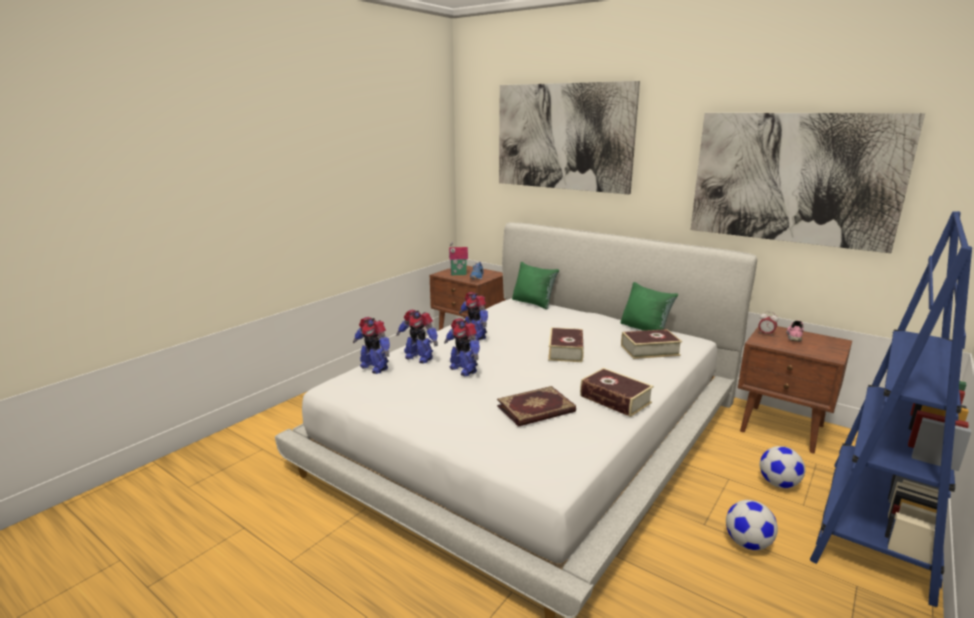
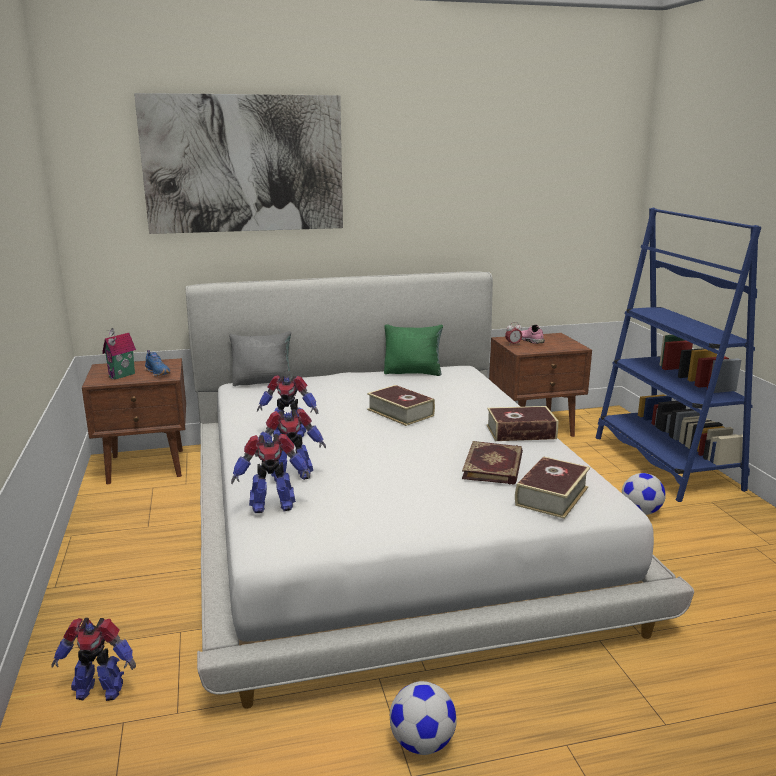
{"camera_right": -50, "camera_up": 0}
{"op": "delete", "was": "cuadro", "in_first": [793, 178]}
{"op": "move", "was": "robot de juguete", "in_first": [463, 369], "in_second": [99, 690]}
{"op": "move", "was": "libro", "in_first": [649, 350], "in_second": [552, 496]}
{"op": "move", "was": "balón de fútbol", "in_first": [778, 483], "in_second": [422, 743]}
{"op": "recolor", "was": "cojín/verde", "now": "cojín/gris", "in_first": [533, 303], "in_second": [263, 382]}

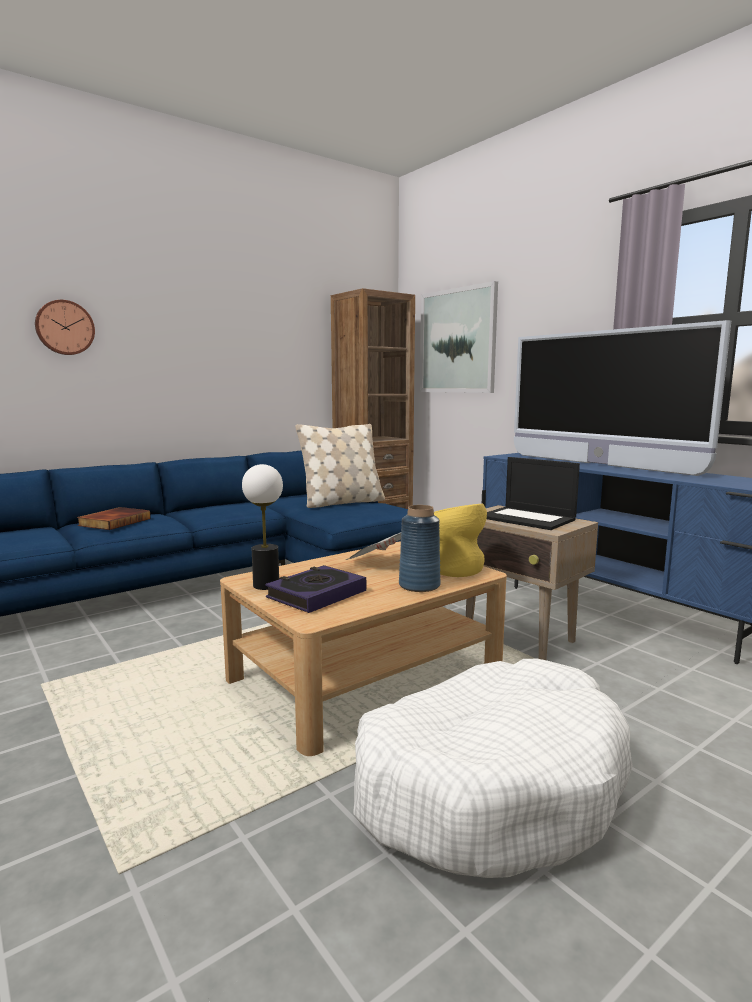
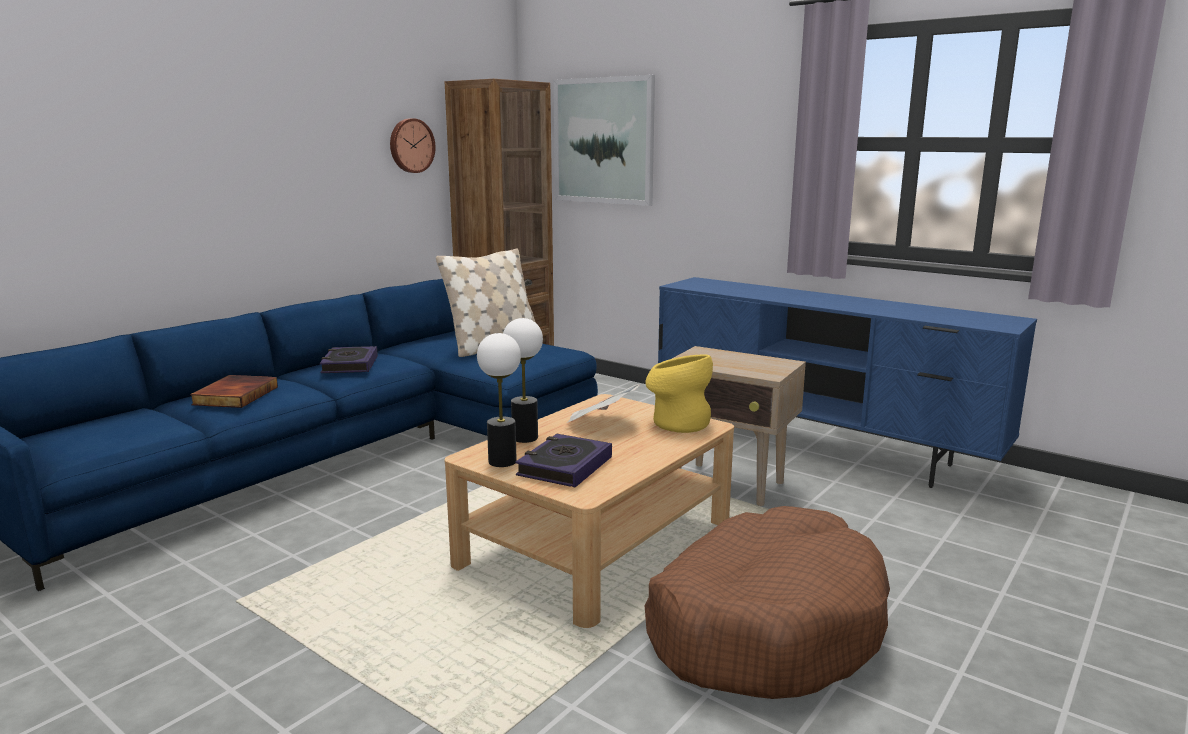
{"camera_right": -15, "camera_up": 5}
{"op": "delete", "was": "florero/azul", "in_first": [419, 585]}
{"op": "delete", "was": "portátil", "in_first": [528, 519]}
{"op": "delete", "was": "televisor", "in_first": [599, 464]}
{"op": "insert", "now": "libro", "in_second": [349, 365]}
{"op": "insert", "now": "lámpara de mesa", "in_second": [524, 438]}
{"op": "move", "was": "reloj de pared", "in_first": [64, 327], "in_second": [411, 145]}
{"op": "recolor", "was": "cama para perro/blanco", "now": "cama para perro/marrón", "in_first": [489, 785], "in_second": [764, 626]}

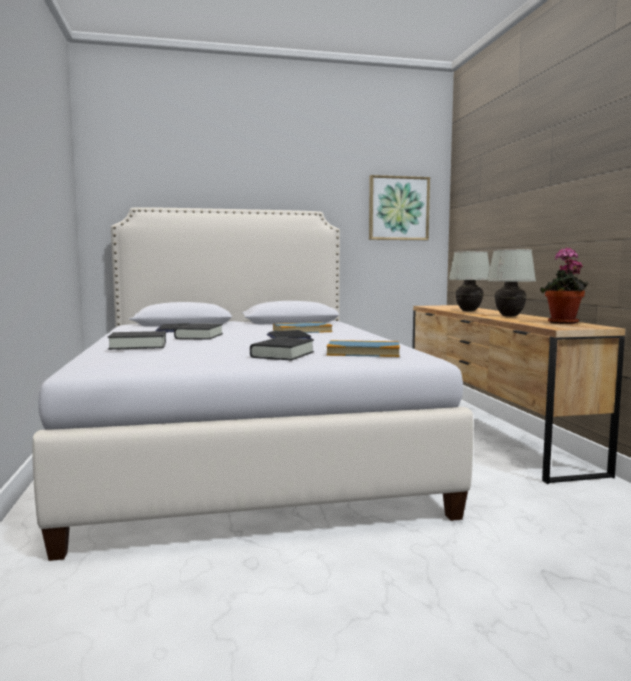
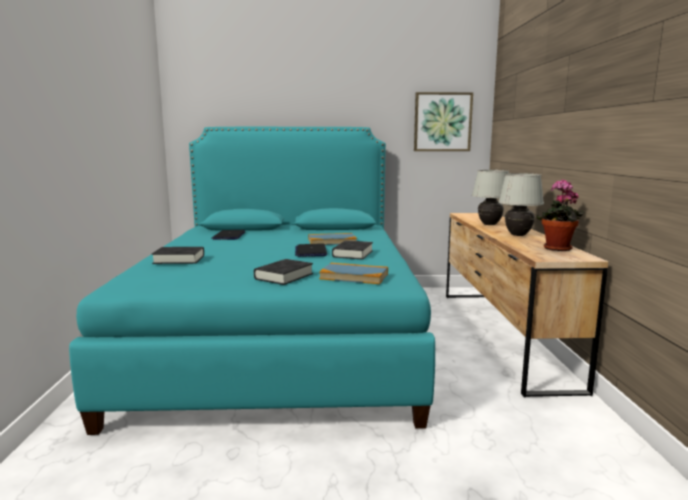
{"camera_right": 10, "camera_up": 5}
{"op": "move", "was": "libro/negro", "in_first": [199, 336], "in_second": [352, 254]}
{"op": "recolor", "was": "cama/blanco", "now": "cama/turquesa", "in_first": [244, 447], "in_second": [279, 338]}

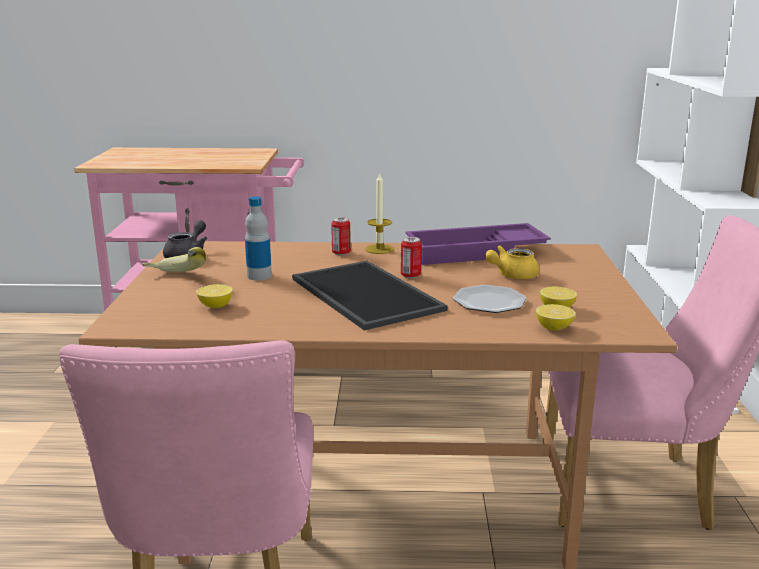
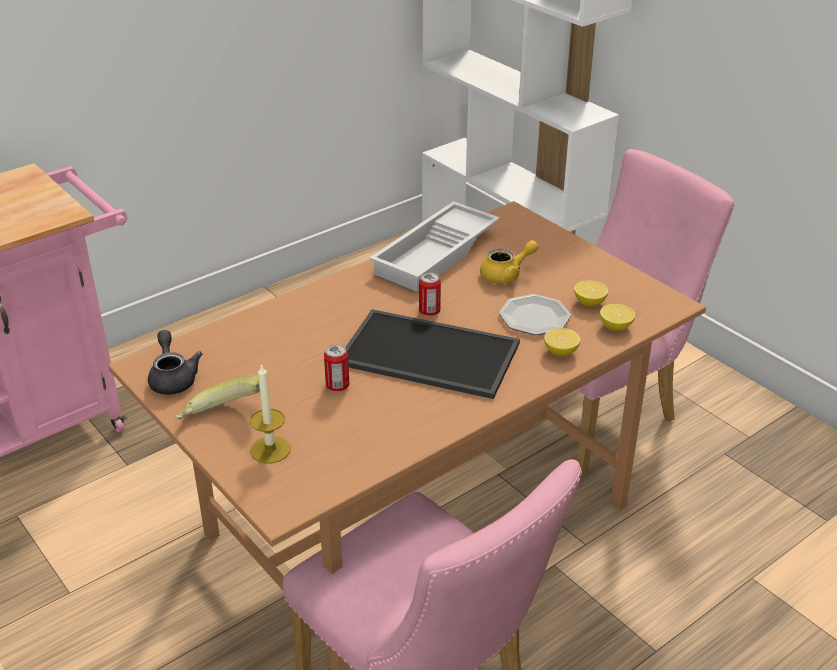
{"camera_right": -40, "camera_up": 15}
{"op": "delete", "was": "botella", "in_first": [259, 276]}
{"op": "move", "was": "limón", "in_first": [215, 306], "in_second": [560, 352]}
{"op": "move", "was": "lata", "in_first": [341, 253], "in_second": [337, 386]}
{"op": "move", "was": "vela", "in_first": [379, 249], "in_second": [270, 450]}
{"op": "recolor", "was": "bandeja/morado", "now": "bandeja/blanco", "in_first": [475, 253], "in_second": [437, 255]}
{"op": "rotate", "was": "tetera/amarillo", "in_first": [511, 276], "in_second": [506, 275], "clockwise": -135}

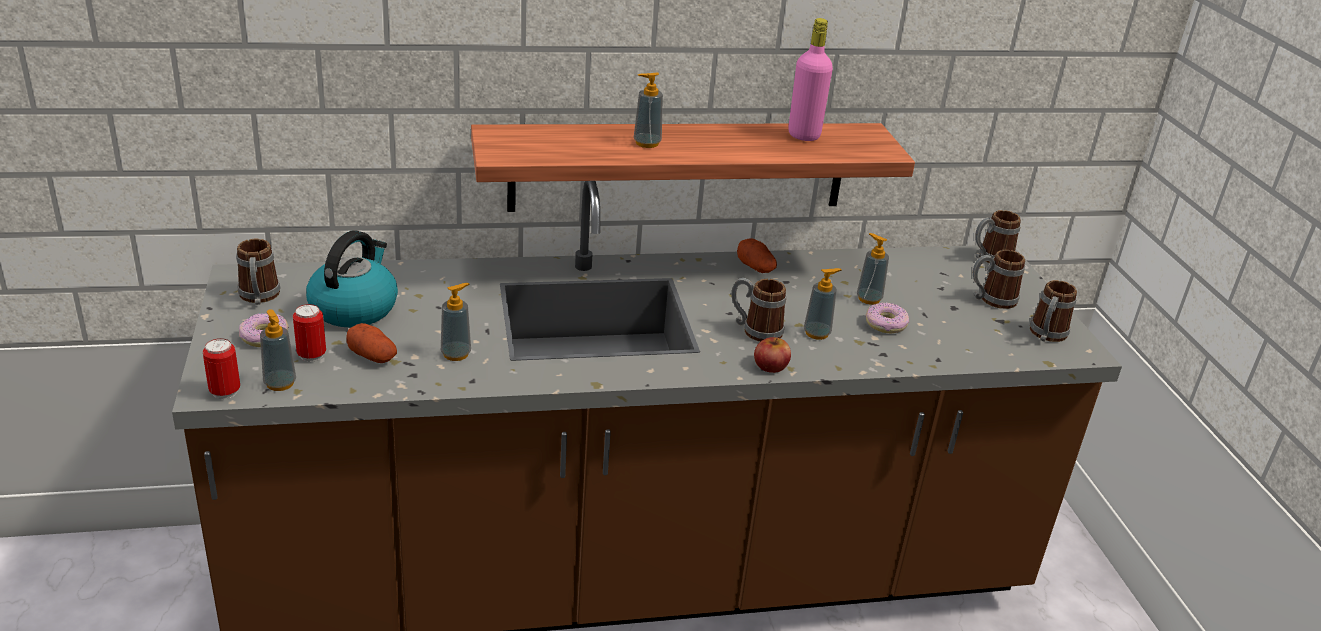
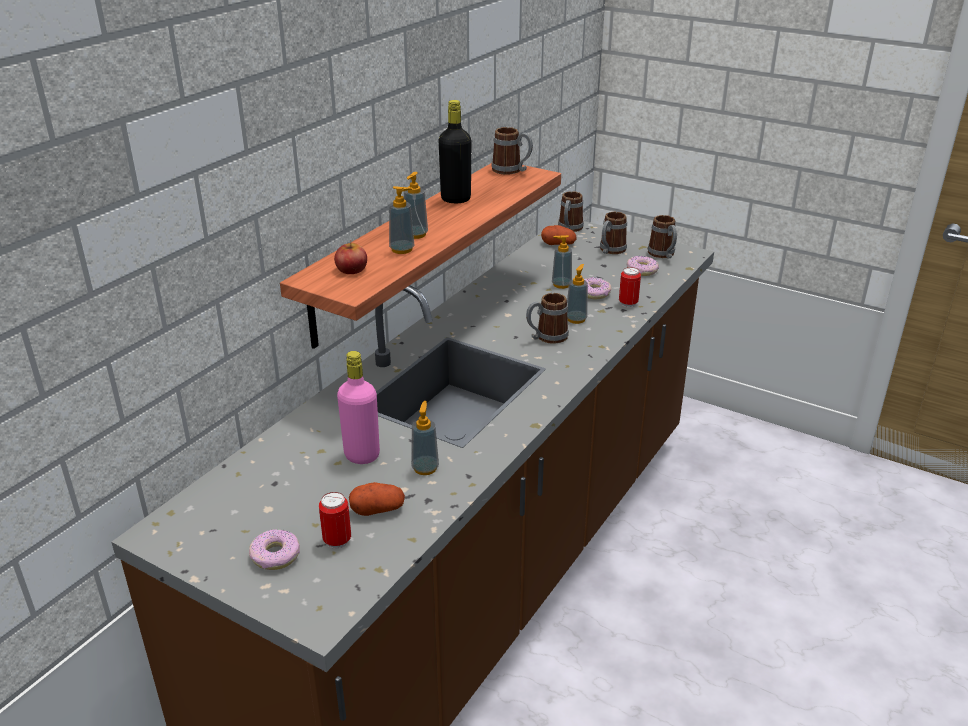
{"camera_right": -45, "camera_up": 0}
{"op": "delete", "was": "hervidor", "in_first": [354, 308]}
{"op": "insert", "now": "botella/negro", "in_second": [455, 199]}
{"op": "insert", "now": "rosquilla", "in_second": [642, 270]}
{"op": "move", "was": "lata", "in_first": [225, 392], "in_second": [628, 303]}
{"op": "move", "was": "taza grande", "in_first": [259, 297], "in_second": [512, 170]}
{"op": "move", "was": "dispensador de jabón", "in_first": [280, 383], "in_second": [402, 249]}
{"op": "move", "was": "patata", "in_first": [755, 267], "in_second": [558, 244]}
{"op": "move", "was": "manzana", "in_first": [770, 365], "in_second": [351, 269]}
{"op": "move", "was": "botella/rosa", "in_first": [804, 135], "in_second": [362, 455]}

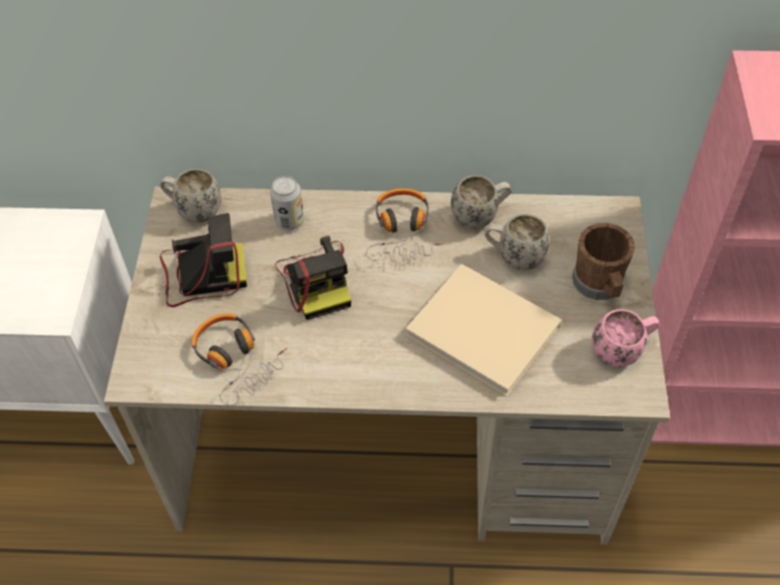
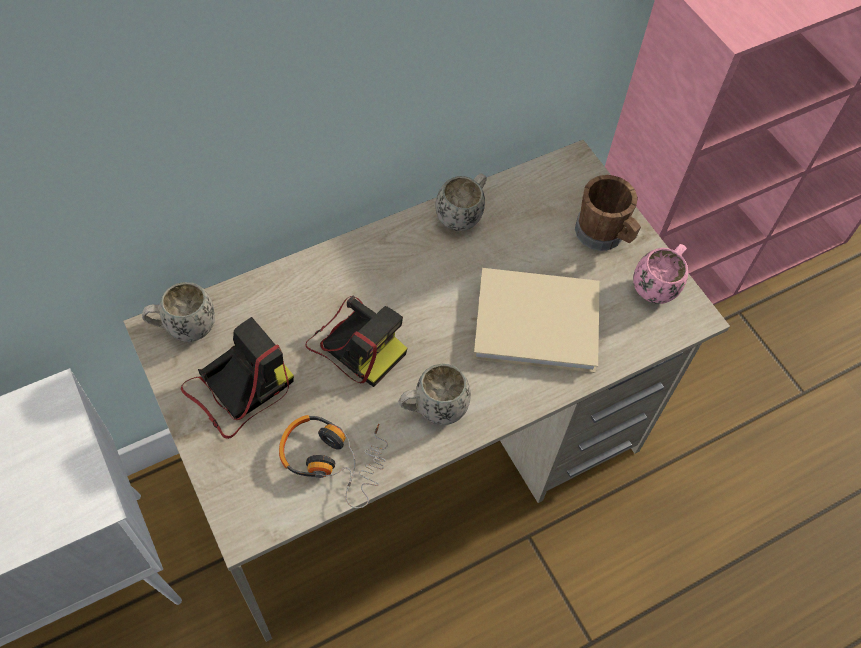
{"camera_right": -35, "camera_up": 5}
{"op": "delete", "was": "lata", "in_first": [289, 221]}
{"op": "delete", "was": "auriculares", "in_first": [403, 232]}
{"op": "move", "was": "taza grande/blanco", "in_first": [514, 257], "in_second": [433, 409]}

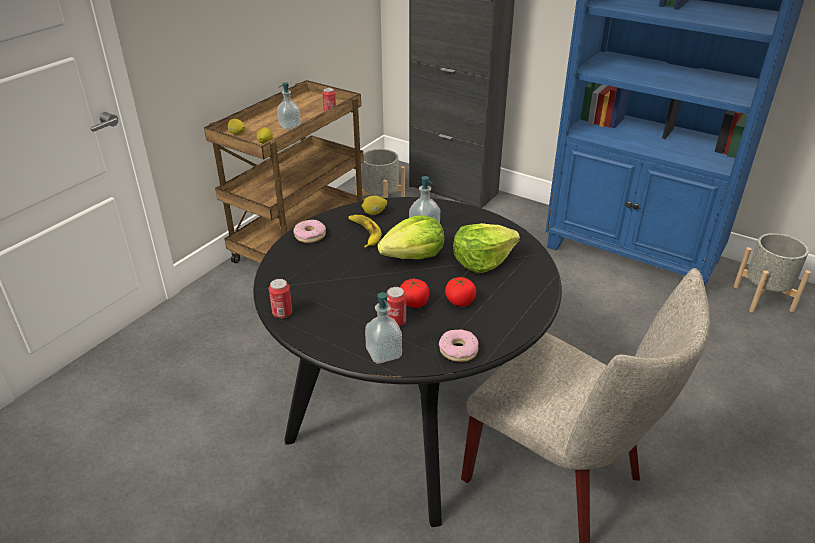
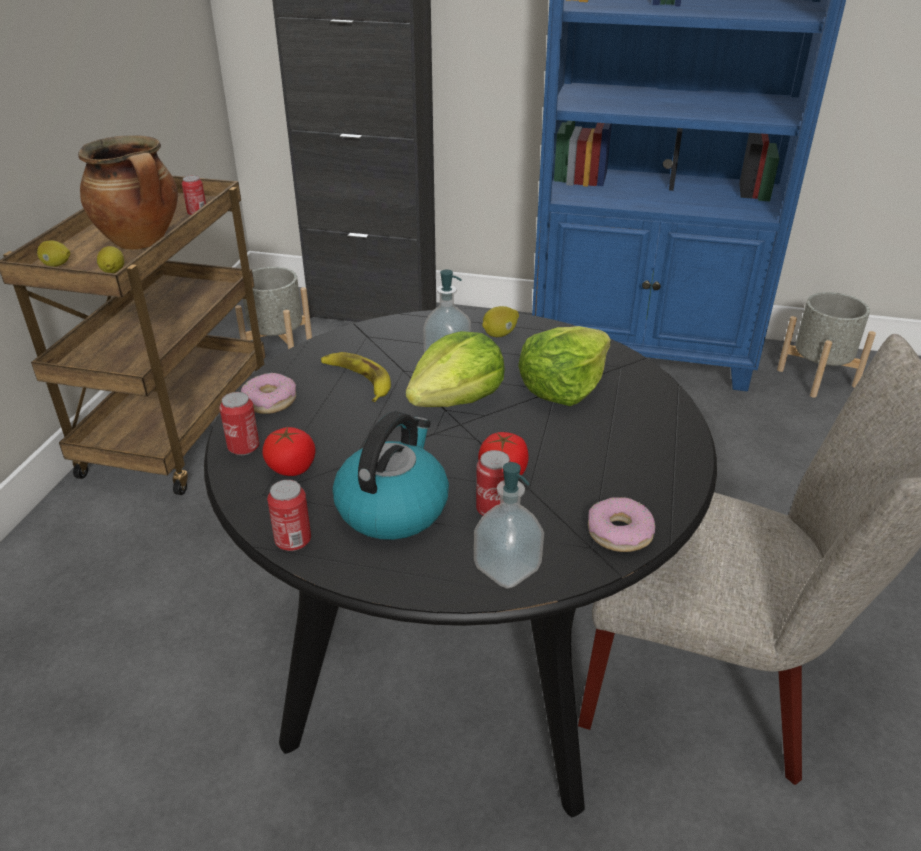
{"camera_right": -20, "camera_up": 0}
{"op": "insert", "now": "lata", "in_second": [244, 447]}
{"op": "insert", "now": "hervidor", "in_second": [393, 507]}
{"op": "move", "was": "limón", "in_first": [374, 213], "in_second": [500, 334]}
{"op": "move", "was": "tomate", "in_first": [460, 301], "in_second": [291, 468]}
{"op": "replace", "was": "dispensador de jabón", "now": "olla", "in_first": [290, 126], "in_second": [142, 242]}

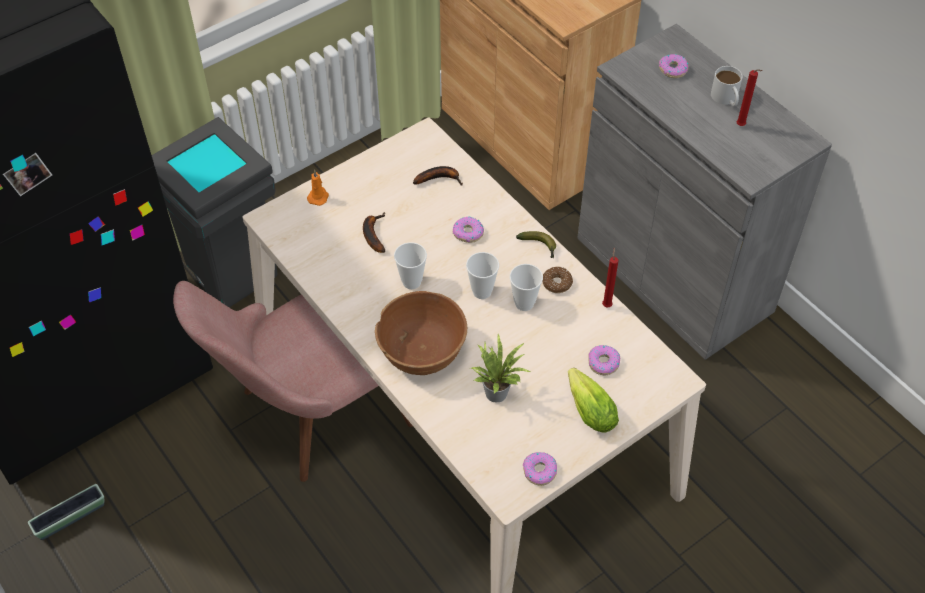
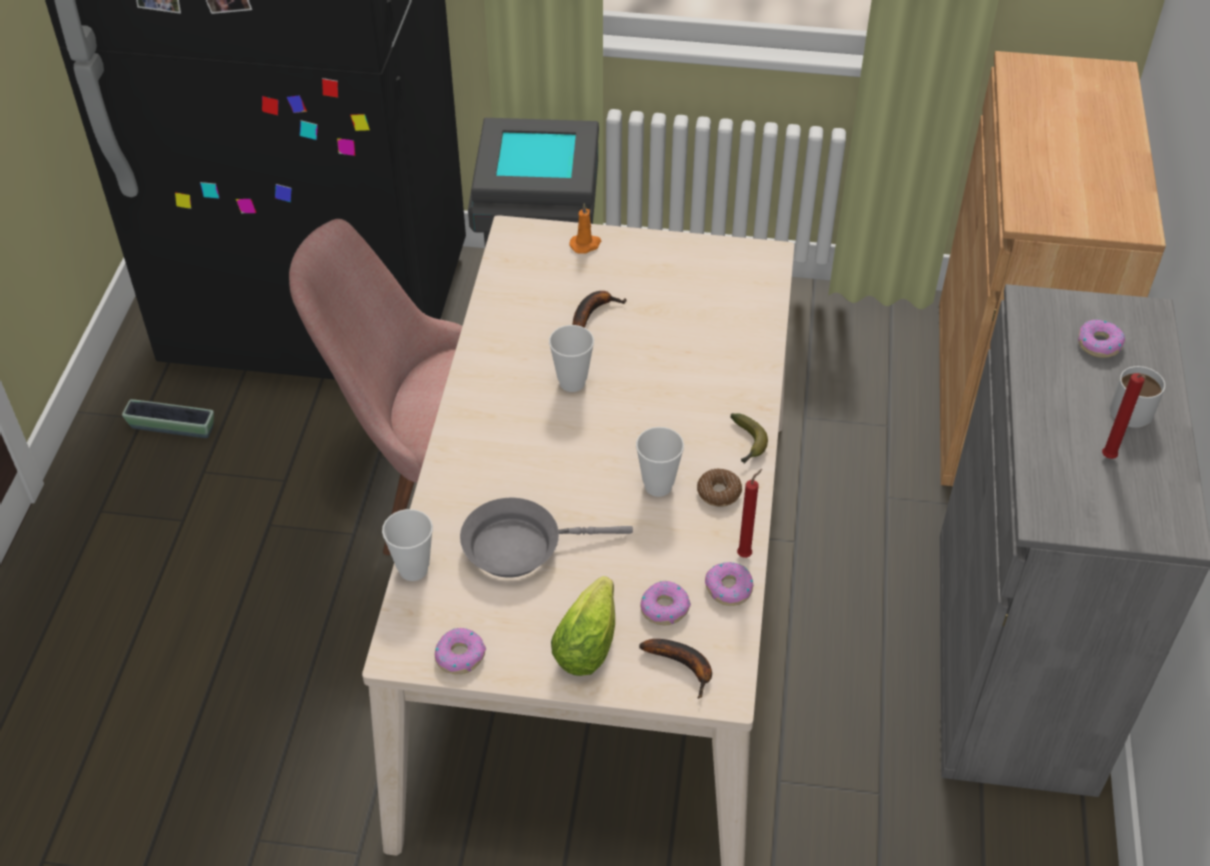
{"camera_right": 45, "camera_up": -5}
{"op": "delete", "was": "cuenco/marrón", "in_first": [422, 352]}
{"op": "move", "was": "plátano", "in_first": [439, 178], "in_second": [684, 666]}
{"op": "move", "was": "rosquilla", "in_first": [468, 233], "in_second": [728, 588]}
{"op": "move", "was": "taza", "in_first": [482, 291], "in_second": [413, 569]}
{"op": "replace", "was": "planta en maceta", "now": "sartén/gris", "in_first": [497, 391], "in_second": [520, 546]}

